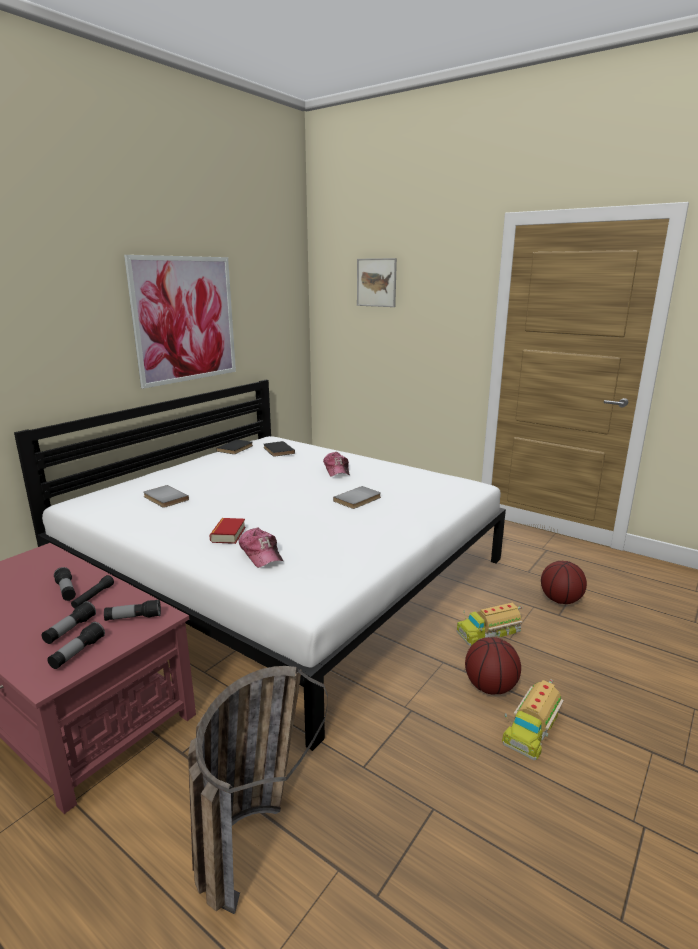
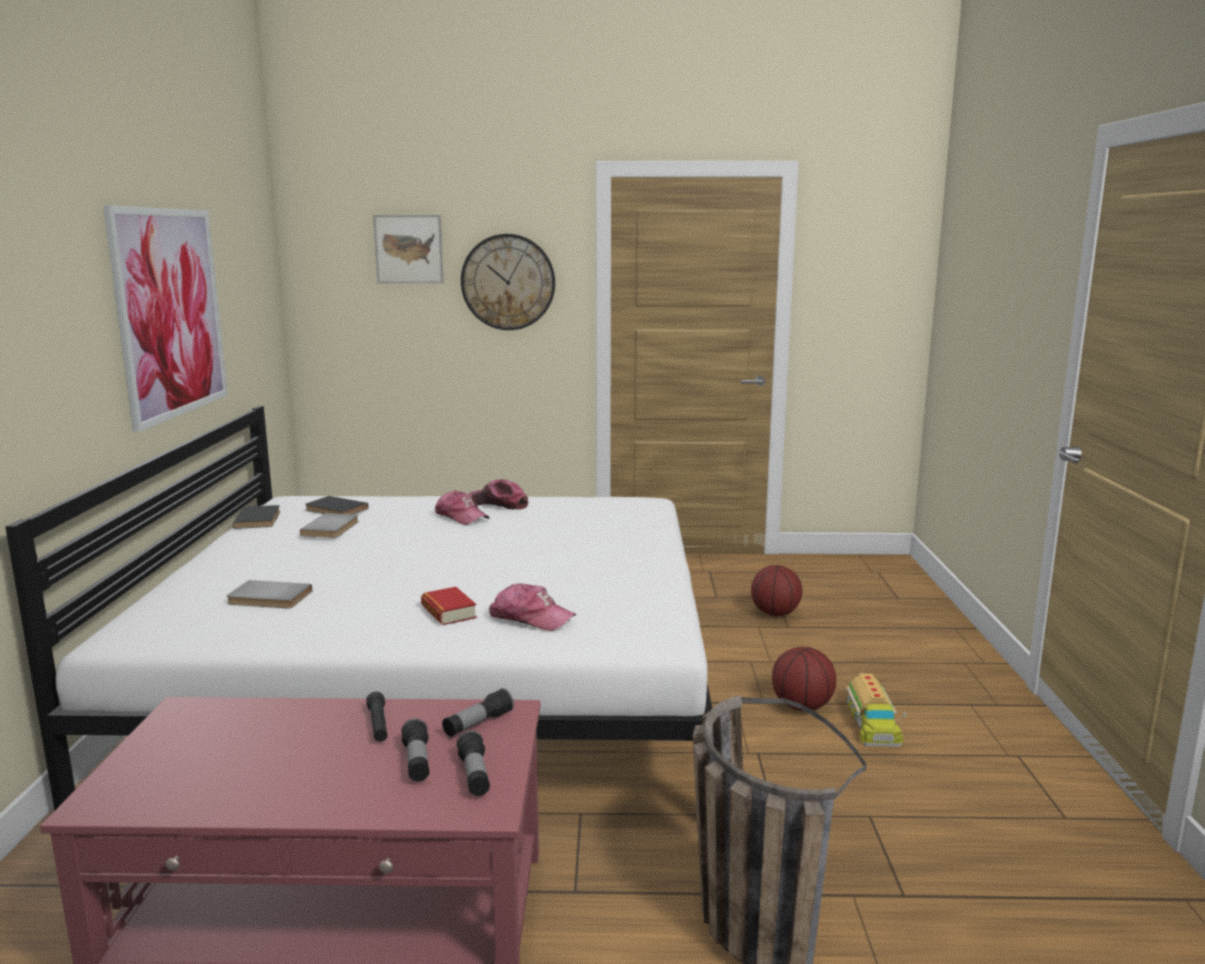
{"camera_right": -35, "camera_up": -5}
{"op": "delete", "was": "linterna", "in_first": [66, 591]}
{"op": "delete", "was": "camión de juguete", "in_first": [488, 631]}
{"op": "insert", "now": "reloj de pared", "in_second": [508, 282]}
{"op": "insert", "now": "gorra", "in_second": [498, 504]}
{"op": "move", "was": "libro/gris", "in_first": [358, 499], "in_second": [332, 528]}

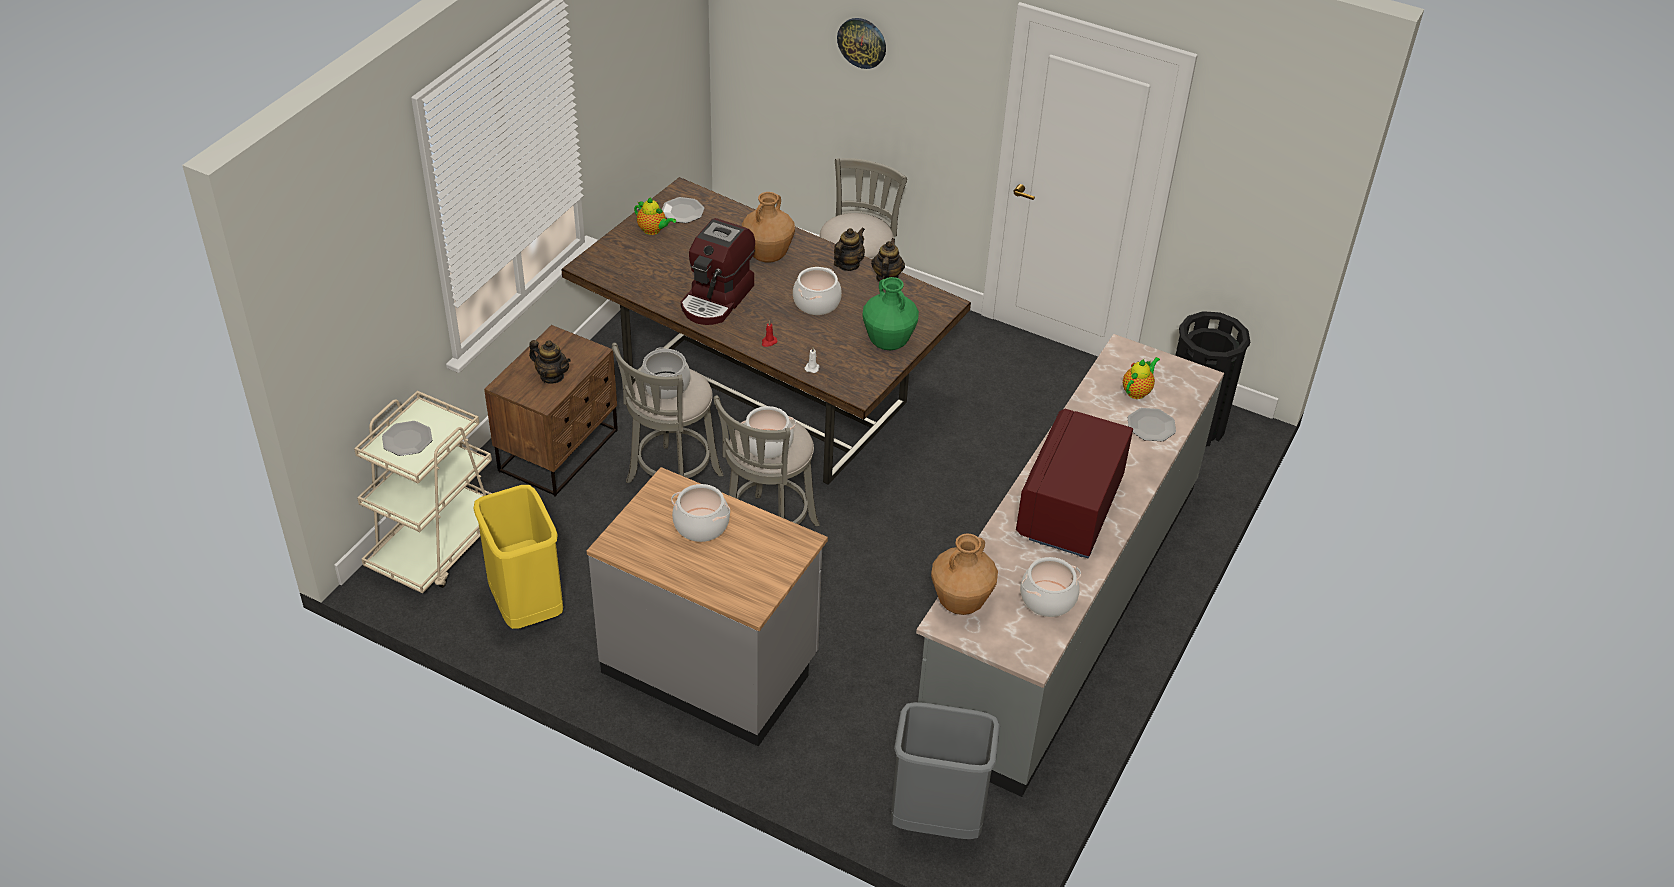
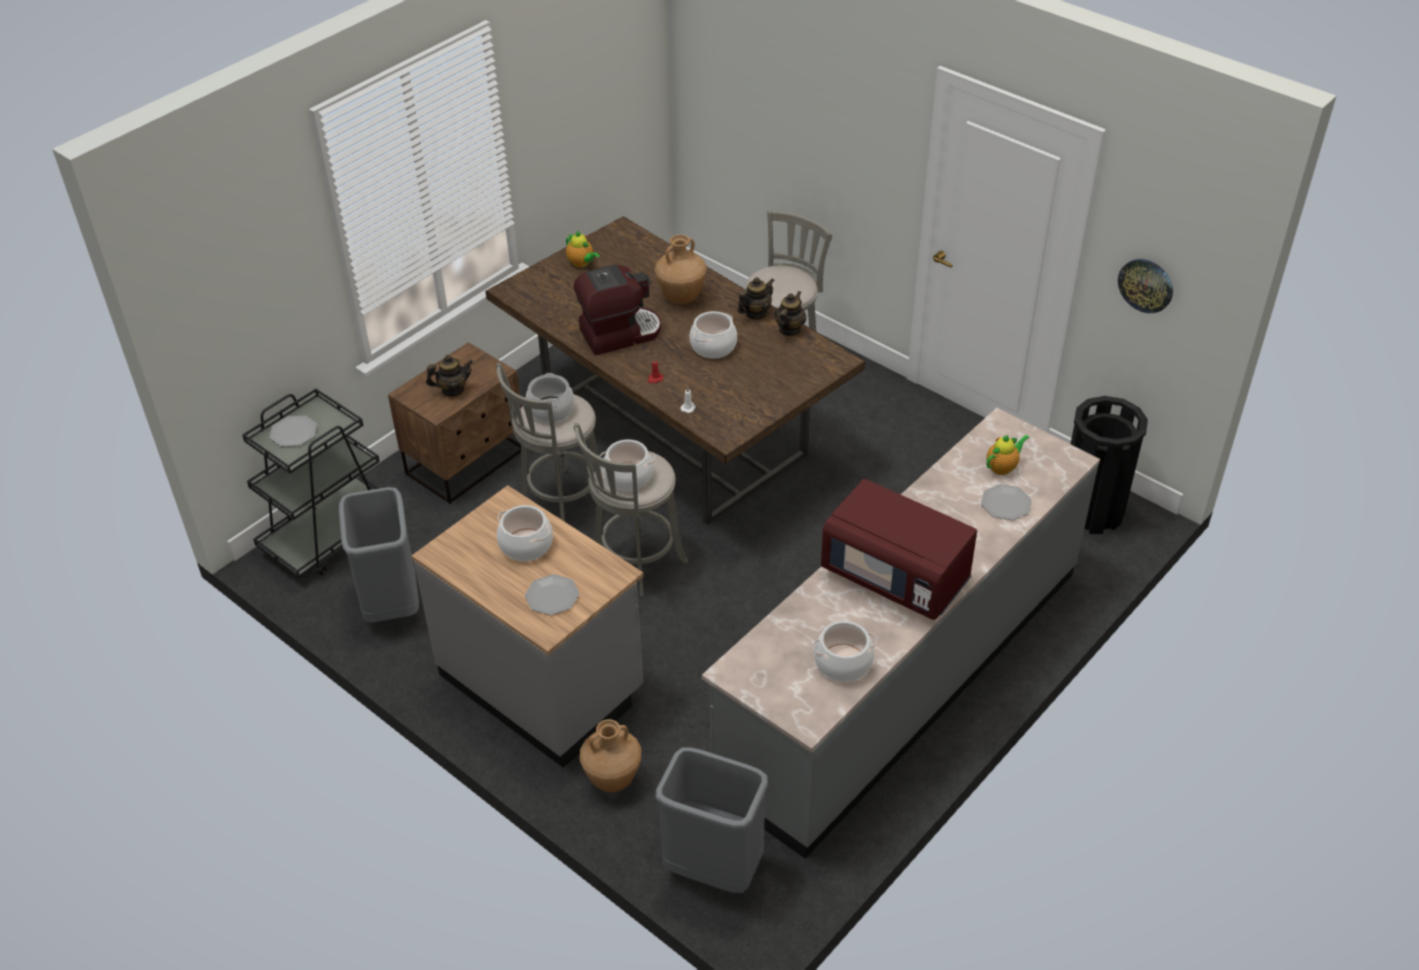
{"camera_right": 15, "camera_up": 0}
{"op": "delete", "was": "florero/verde", "in_first": [888, 342]}
{"op": "move", "was": "plato", "in_first": [682, 211], "in_second": [552, 596]}
{"op": "move", "was": "reloj de pared", "in_first": [862, 42], "in_second": [1146, 285]}
{"op": "move", "was": "florero/marrón", "in_first": [961, 603], "in_second": [613, 779]}
{"op": "recolor", "was": "carrito/beis", "now": "carrito/negro", "in_first": [438, 545], "in_second": [331, 535]}
{"op": "recolor", "was": "papelera/amarillo", "now": "papelera/gris", "in_first": [525, 607], "in_second": [390, 603]}
{"op": "rotate", "was": "tetera", "in_first": [552, 376], "in_second": [452, 390], "clockwise": -60}
{"op": "rotate", "was": "cafetera", "in_first": [717, 299], "in_second": [620, 333], "clockwise": -150}
{"op": "rotate", "was": "microondas/rojo", "in_first": [1070, 509], "in_second": [896, 577], "clockwise": -90}

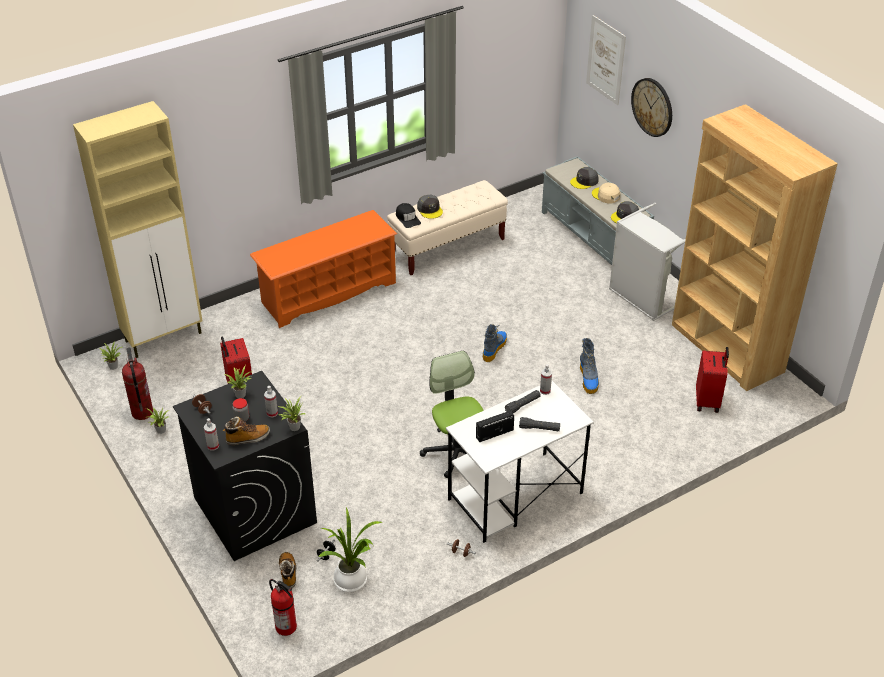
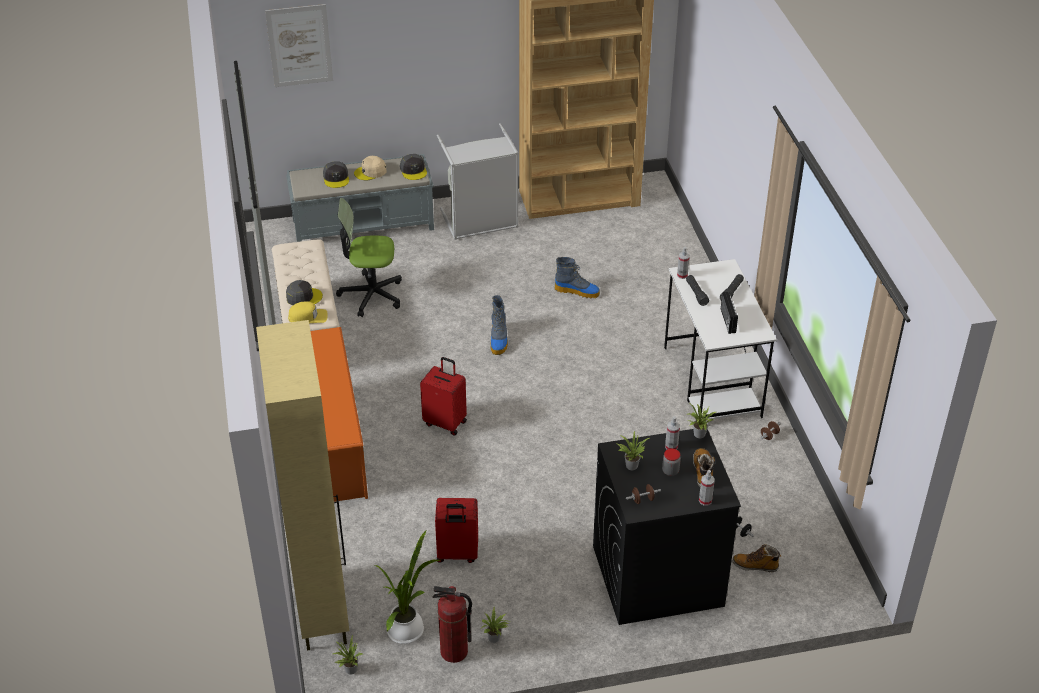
{"camera_right": -70, "camera_up": 0}
{"op": "delete", "was": "extintor", "in_first": [286, 627]}
{"op": "delete", "was": "reloj de pared", "in_first": [652, 107]}
{"op": "move", "was": "planta en maceta", "in_first": [353, 581], "in_second": [407, 629]}
{"op": "move", "was": "silla de oficina", "in_first": [457, 452], "in_second": [371, 295]}
{"op": "move", "was": "maleta/rojo", "in_first": [708, 401], "in_second": [445, 422]}
{"op": "recolor", "was": "gorra/negro", "now": "gorra/amarillo", "in_first": [407, 218], "in_second": [308, 317]}
{"op": "rotate", "was": "bota", "in_first": [494, 348], "in_second": [499, 340], "clockwise": -135}

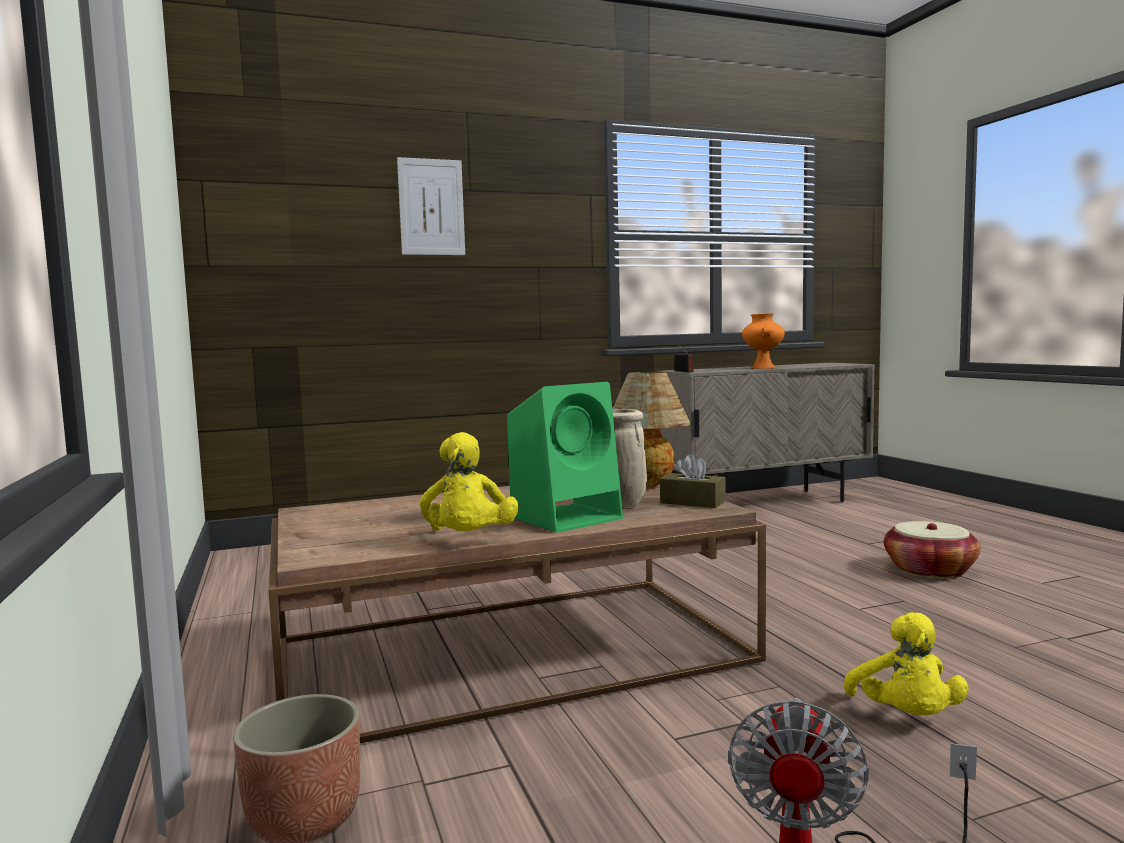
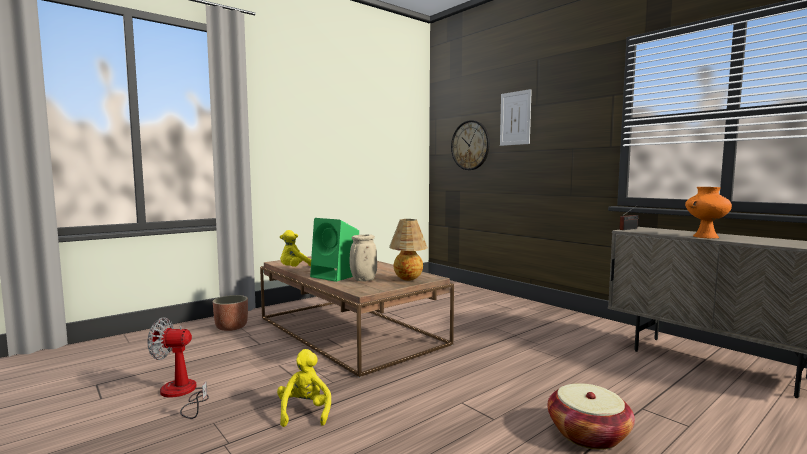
{"camera_right": 70, "camera_up": 0}
{"op": "delete", "was": "caja de pañuelos/marrón", "in_first": [692, 502]}
{"op": "insert", "now": "reloj de pared", "in_second": [470, 145]}
{"op": "rotate", "was": "peluche/amarillo", "in_first": [906, 717], "in_second": [304, 412], "clockwise": 105}

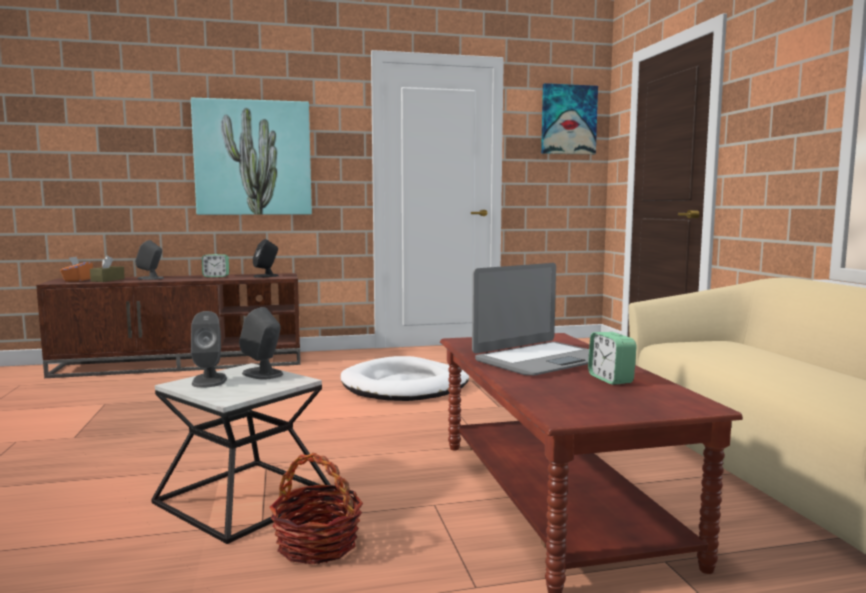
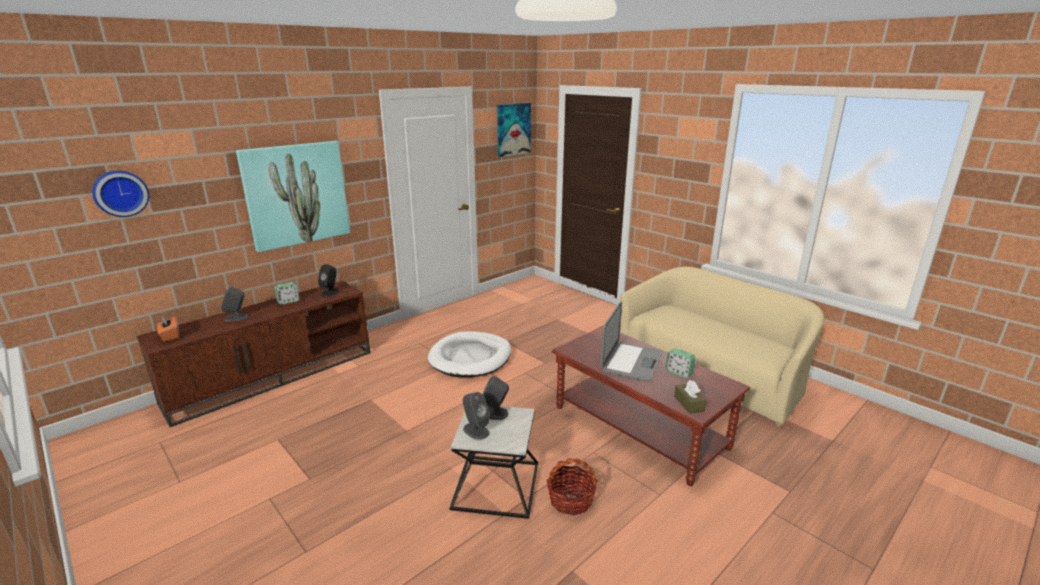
{"camera_right": -30, "camera_up": 15}
{"op": "insert", "now": "reloj de pared", "in_second": [120, 193]}
{"op": "move", "was": "caja de pañuelos/marrón", "in_first": [108, 280], "in_second": [689, 404]}

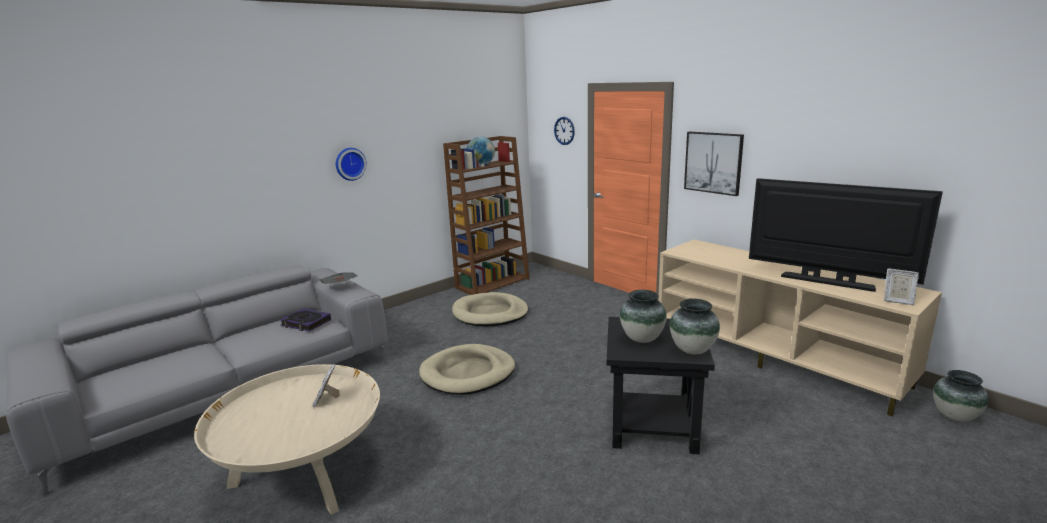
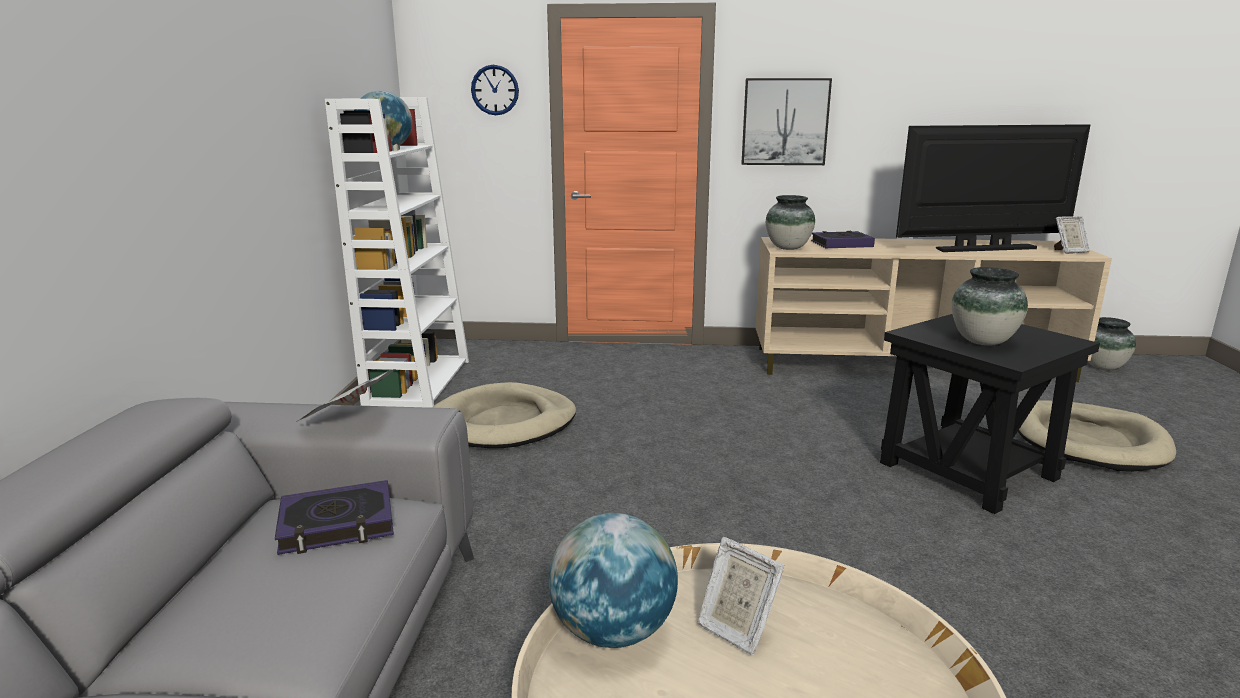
{"camera_right": -45, "camera_up": 0}
{"op": "delete", "was": "reloj de pared", "in_first": [350, 164]}
{"op": "insert", "now": "globo terráqueo", "in_second": [613, 632]}
{"op": "insert", "now": "libro", "in_second": [841, 244]}
{"op": "move", "was": "cama para perro/beis", "in_first": [468, 373], "in_second": [1089, 441]}
{"op": "move", "was": "florero", "in_first": [693, 350], "in_second": [788, 248]}
{"op": "recolor", "was": "estantería/marrón", "now": "estantería/blanco", "in_first": [493, 283], "in_second": [418, 381]}

